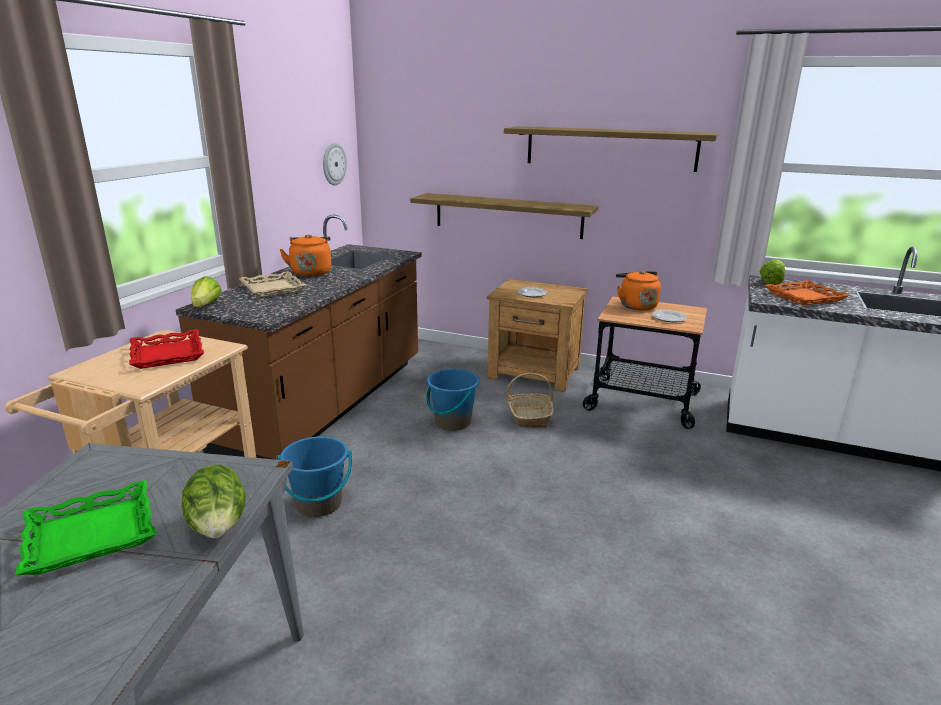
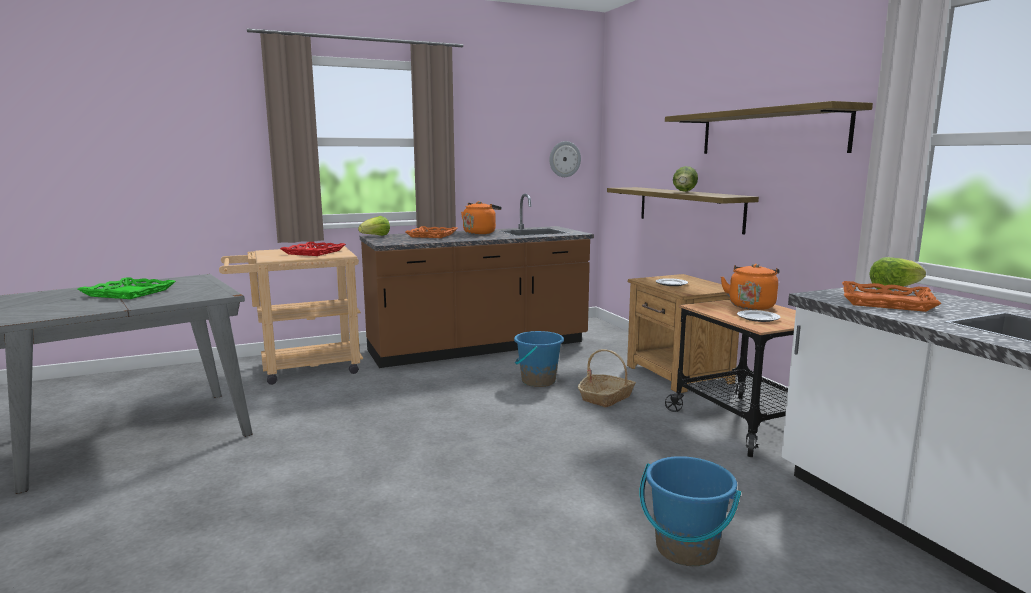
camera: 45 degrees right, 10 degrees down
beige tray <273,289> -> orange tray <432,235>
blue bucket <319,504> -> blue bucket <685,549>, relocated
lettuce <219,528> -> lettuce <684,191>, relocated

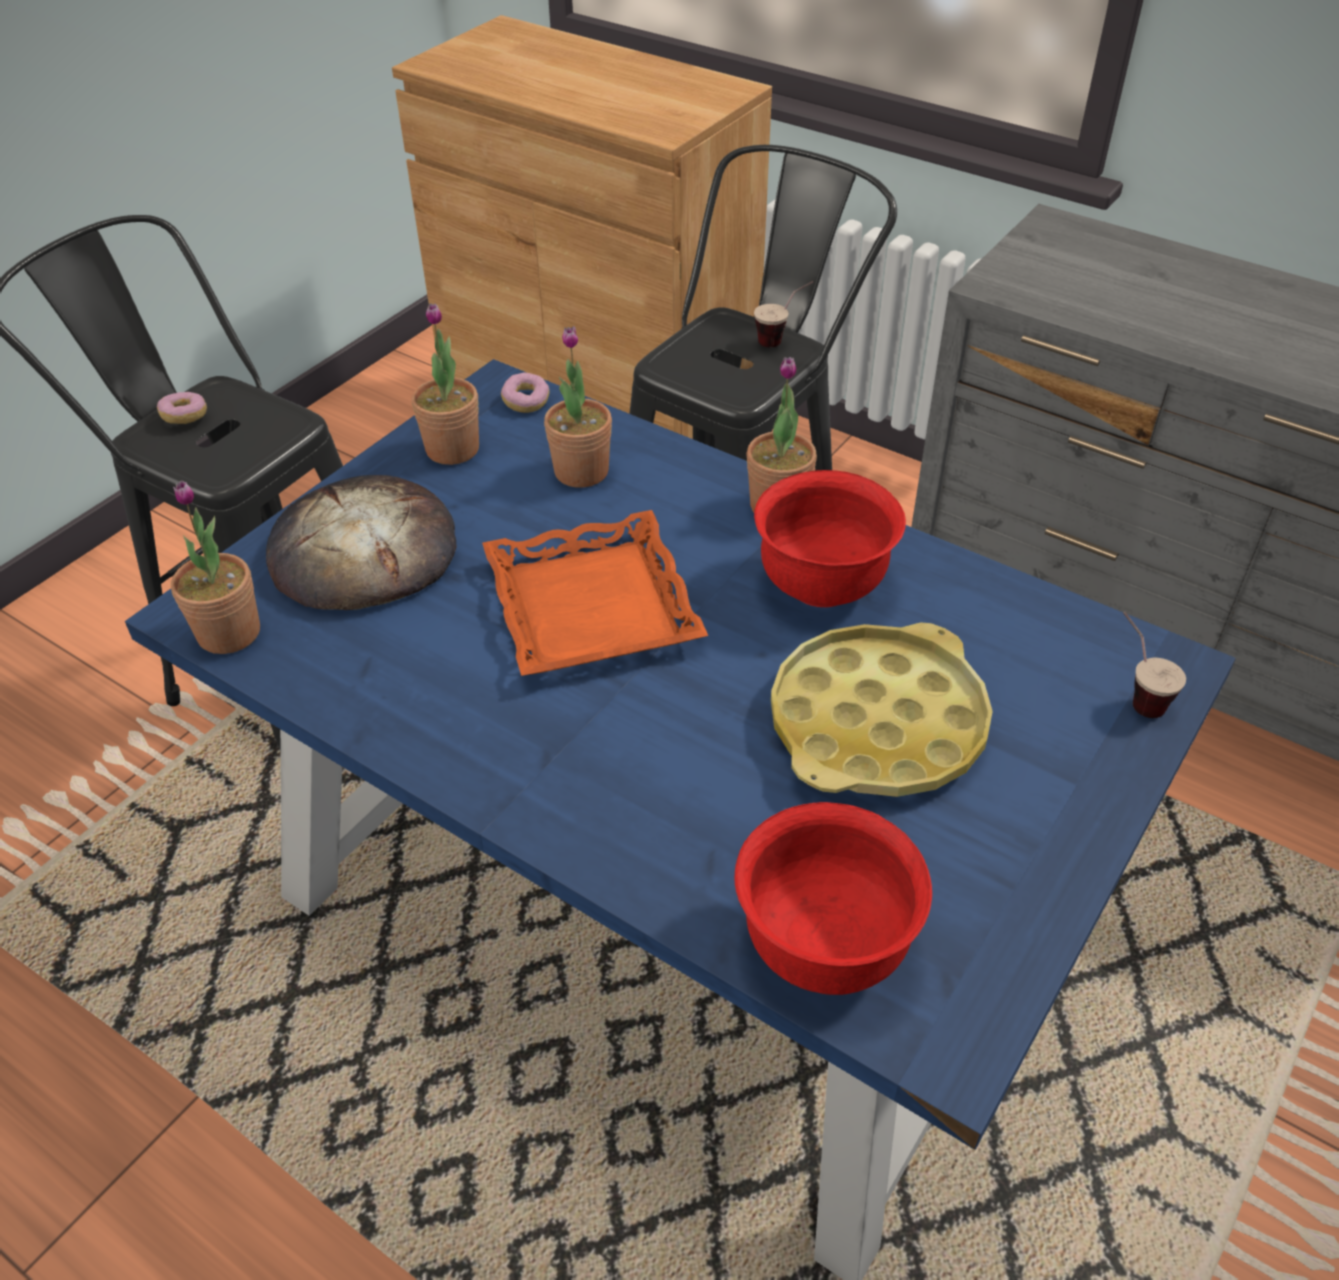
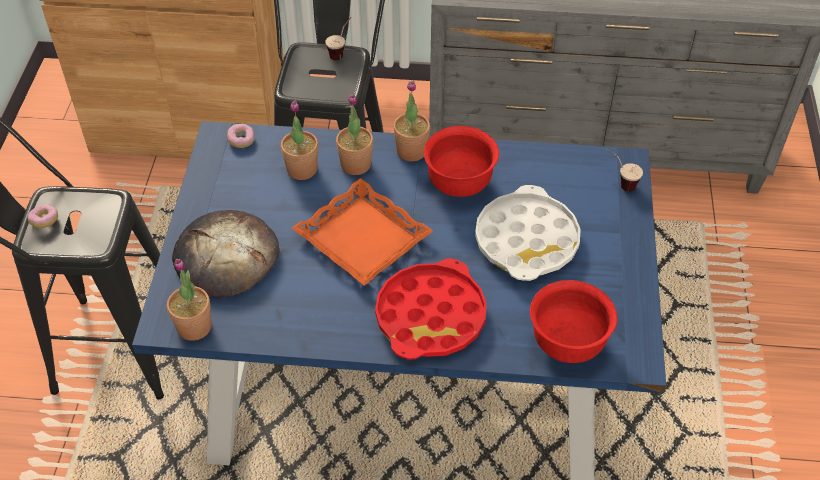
camera: 30 degrees left, 5 degrees up
potted plant <452,449> -> potted plant <355,164>, relocated
yellow tray <877,723> -> white tray <526,240>
none -> red tray <431,316>

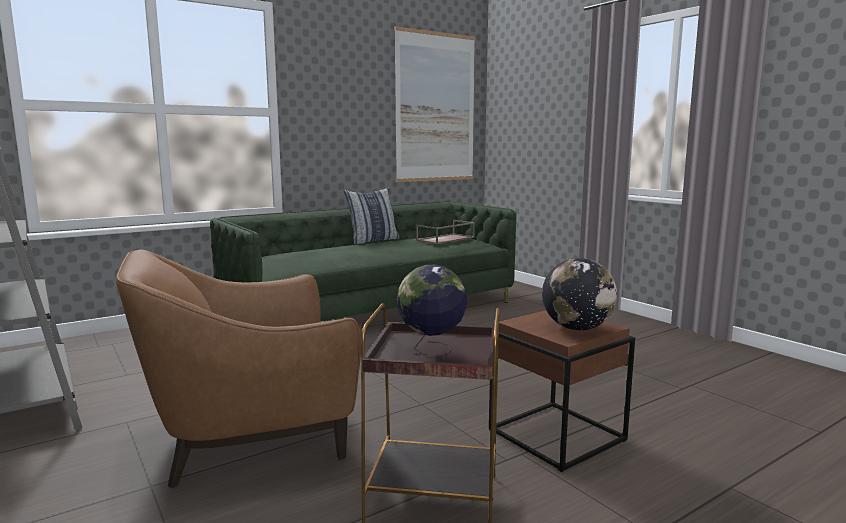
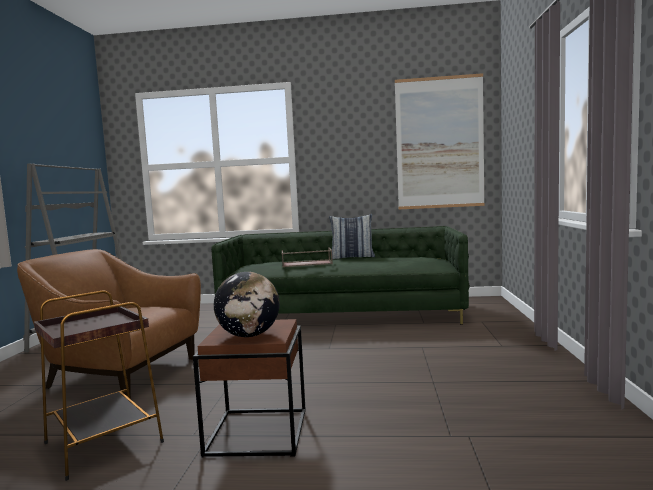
camera: 40 degrees right, 5 degrees down
brown tray <445,239> -> brown tray <306,263>, relocated
globe <431,352> -> none

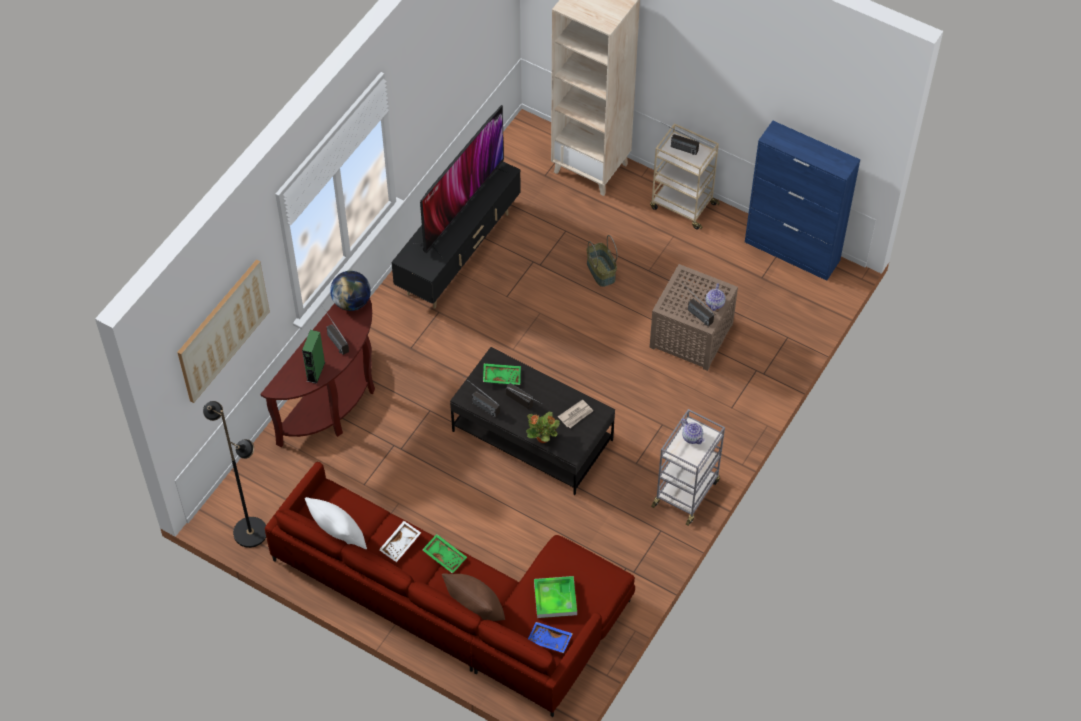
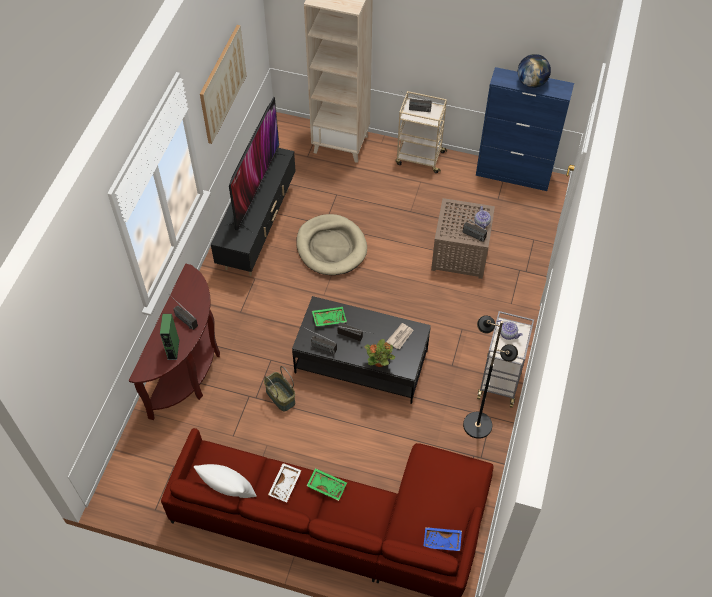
camera: 15 degrees left, 0 degrees up
basket <600,271> -> basket <280,396>, relocated
picture <223,330> -> picture <222,84>, relocated
globe <352,302> -> globe <531,83>, relocated
black floor lamp <250,532> -> black floor lamp <477,424>, relocated
brown pillow <475,608> -> none
tray <555,598> -> none
none -> beige dog bed <331,247>

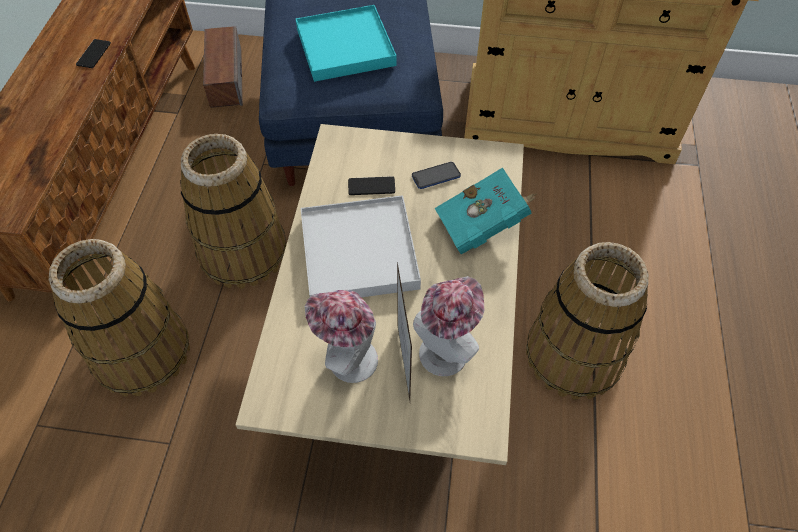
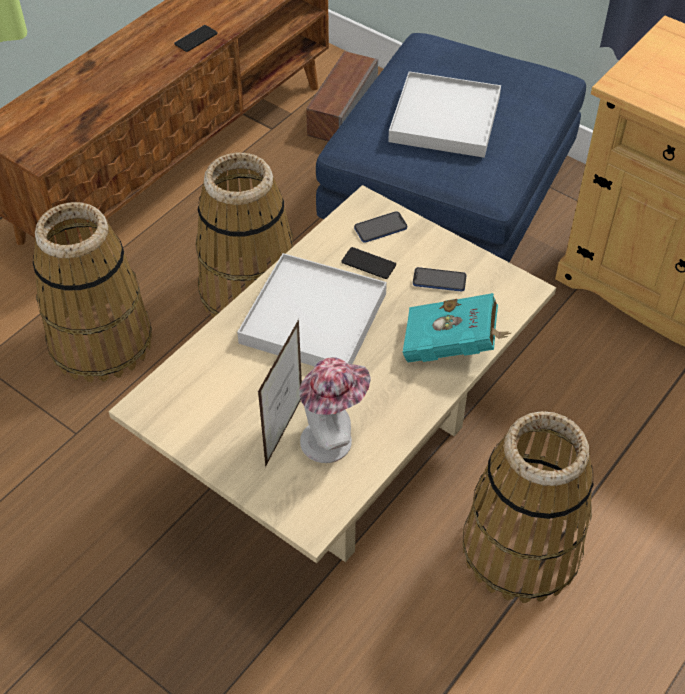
camera: 30 degrees right, 5 degrees down
turquoise tray <345,47> -> white tray <445,119>
hat <347,358> -> none
none -> phone <380,228>

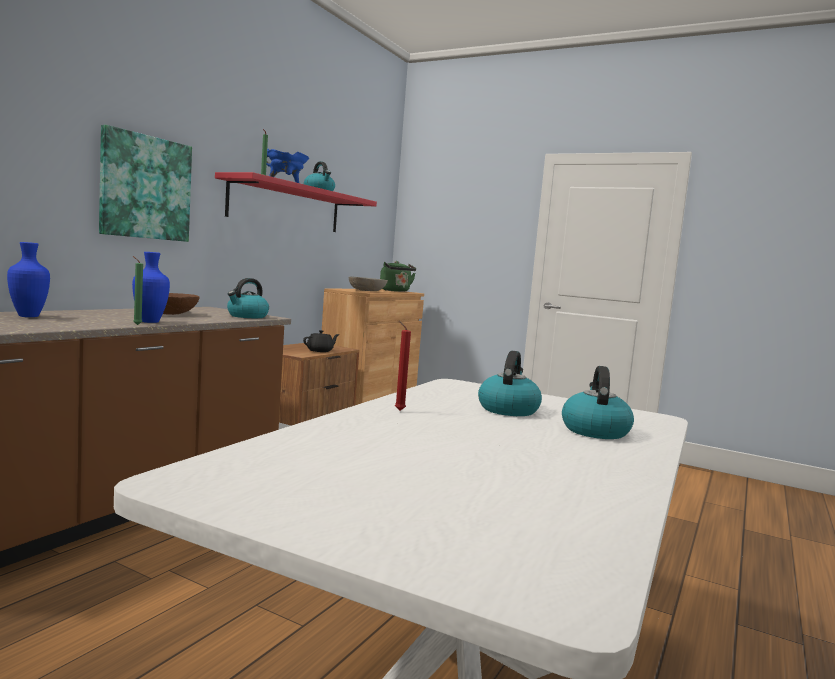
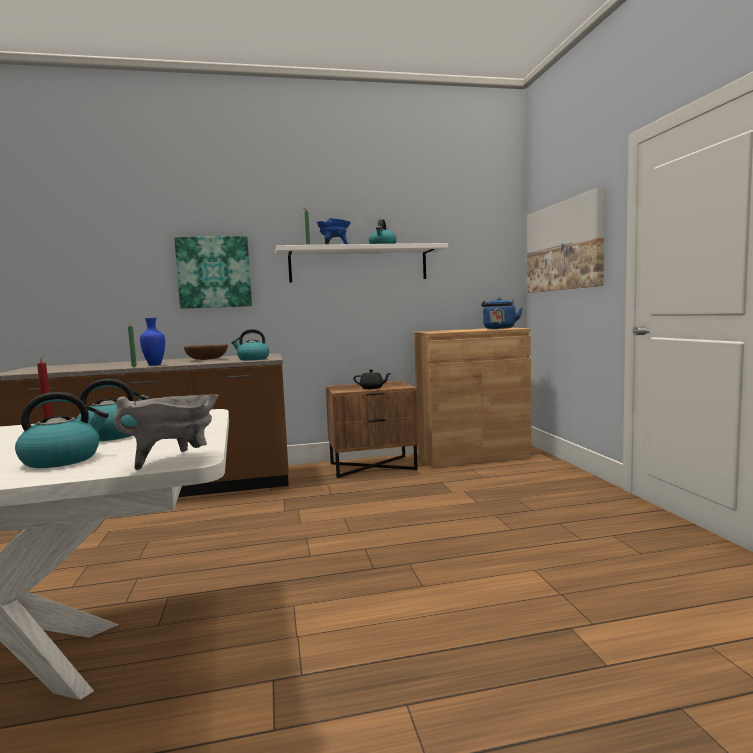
camera: 50 degrees right, 0 degrees up
red shelf <287,206> -> white shelf <358,264>
blue vase <29,316> -> none
green kettle <396,291> -> blue kettle <499,328>
grey bowl <367,291> -> none
none -> picture <564,246>
none -> grey cooking pot <176,461>

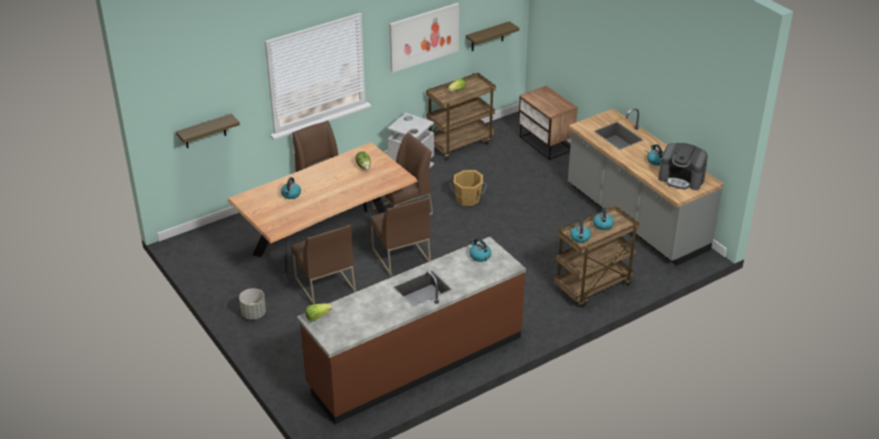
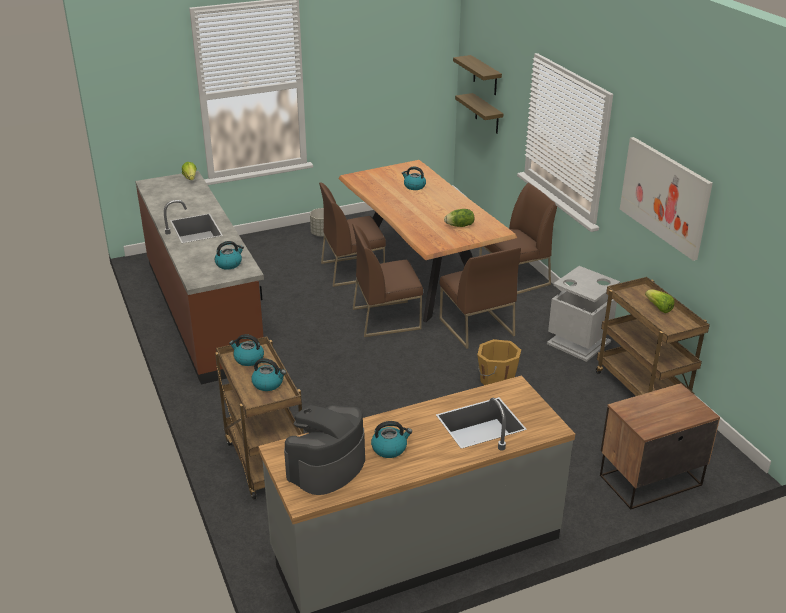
camera: 100 degrees right, 5 degrees down
shelf <487,37> -> shelf <485,76>, relocated

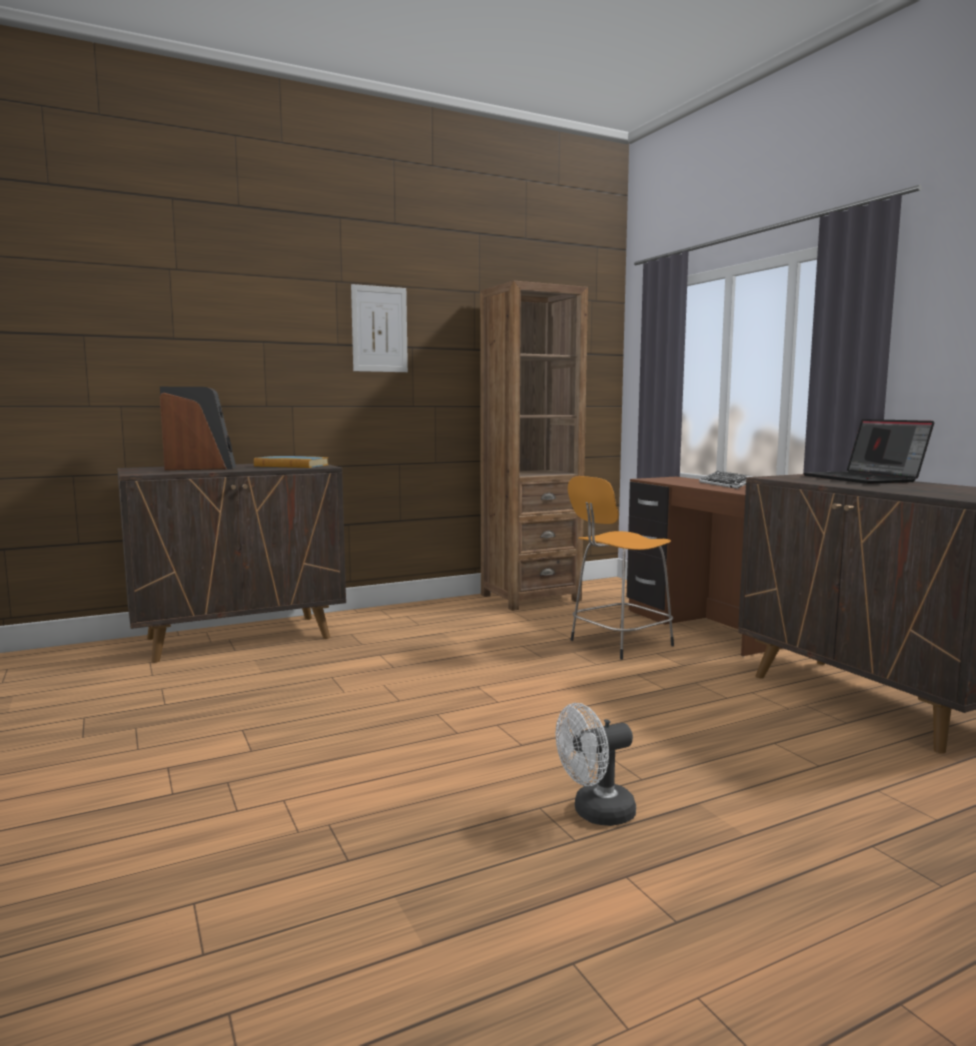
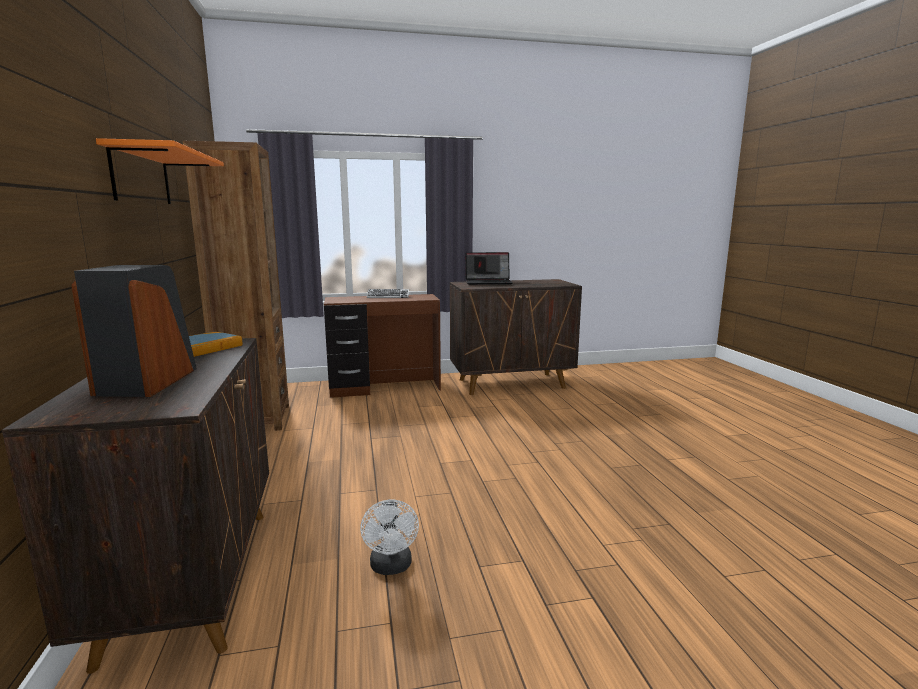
camera: 75 degrees left, 5 degrees up
picture <379,329> -> orange shelf <141,177>
orange stool <618,643> -> none
white fan <595,813> -> white fan <391,567>, relocated

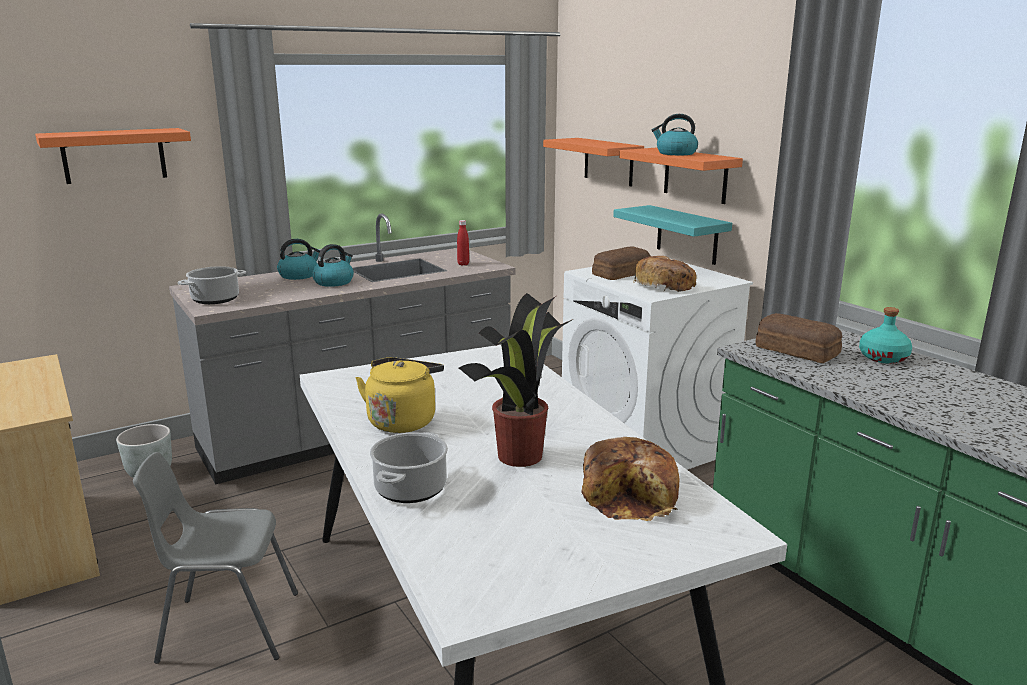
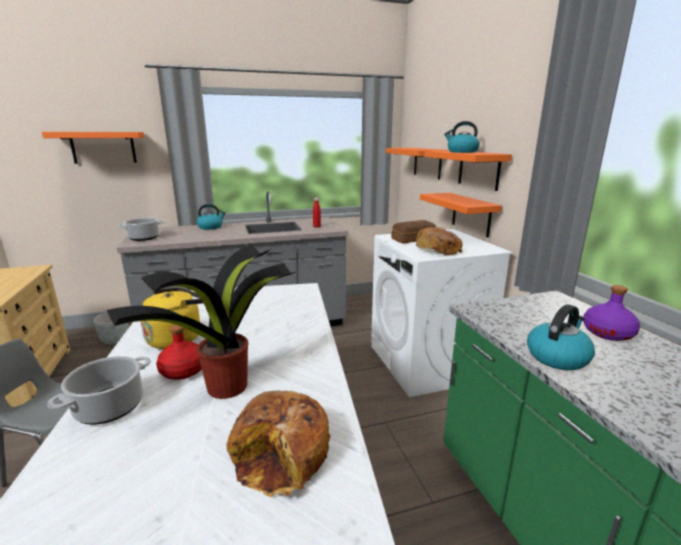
camera: 15 degrees right, 0 degrees up
turquoise shelf <687,235> -> orange shelf <471,214>
kettle <334,282> -> kettle <557,357>, relocated
turquoise bottle <883,357> -> purple bottle <608,333>
bread <796,350> -> none
none -> red bottle <183,371>

